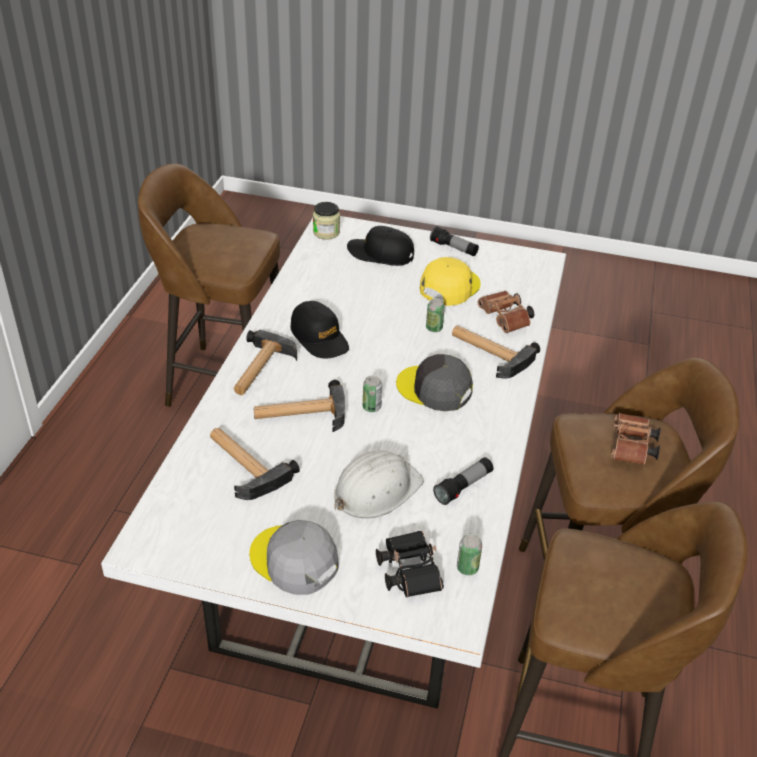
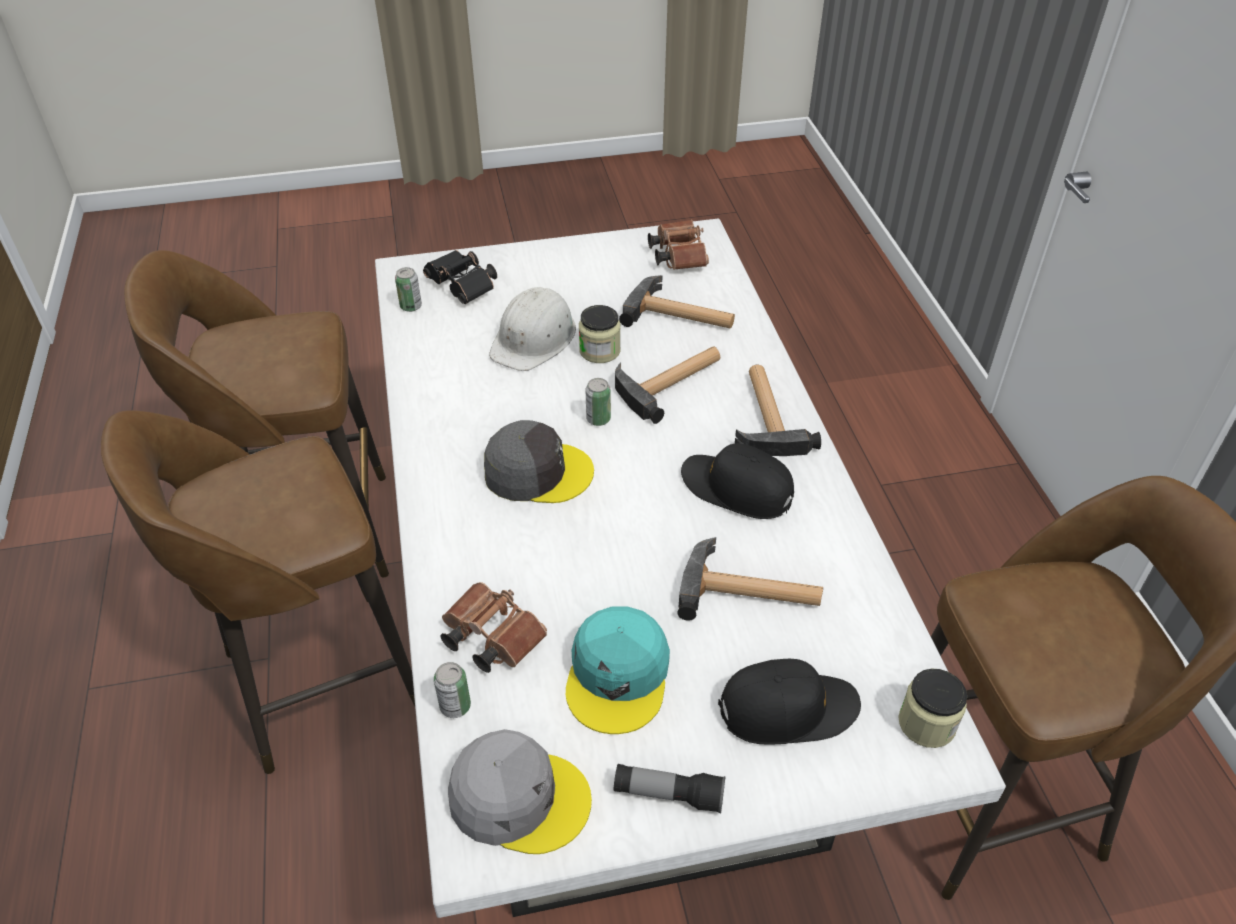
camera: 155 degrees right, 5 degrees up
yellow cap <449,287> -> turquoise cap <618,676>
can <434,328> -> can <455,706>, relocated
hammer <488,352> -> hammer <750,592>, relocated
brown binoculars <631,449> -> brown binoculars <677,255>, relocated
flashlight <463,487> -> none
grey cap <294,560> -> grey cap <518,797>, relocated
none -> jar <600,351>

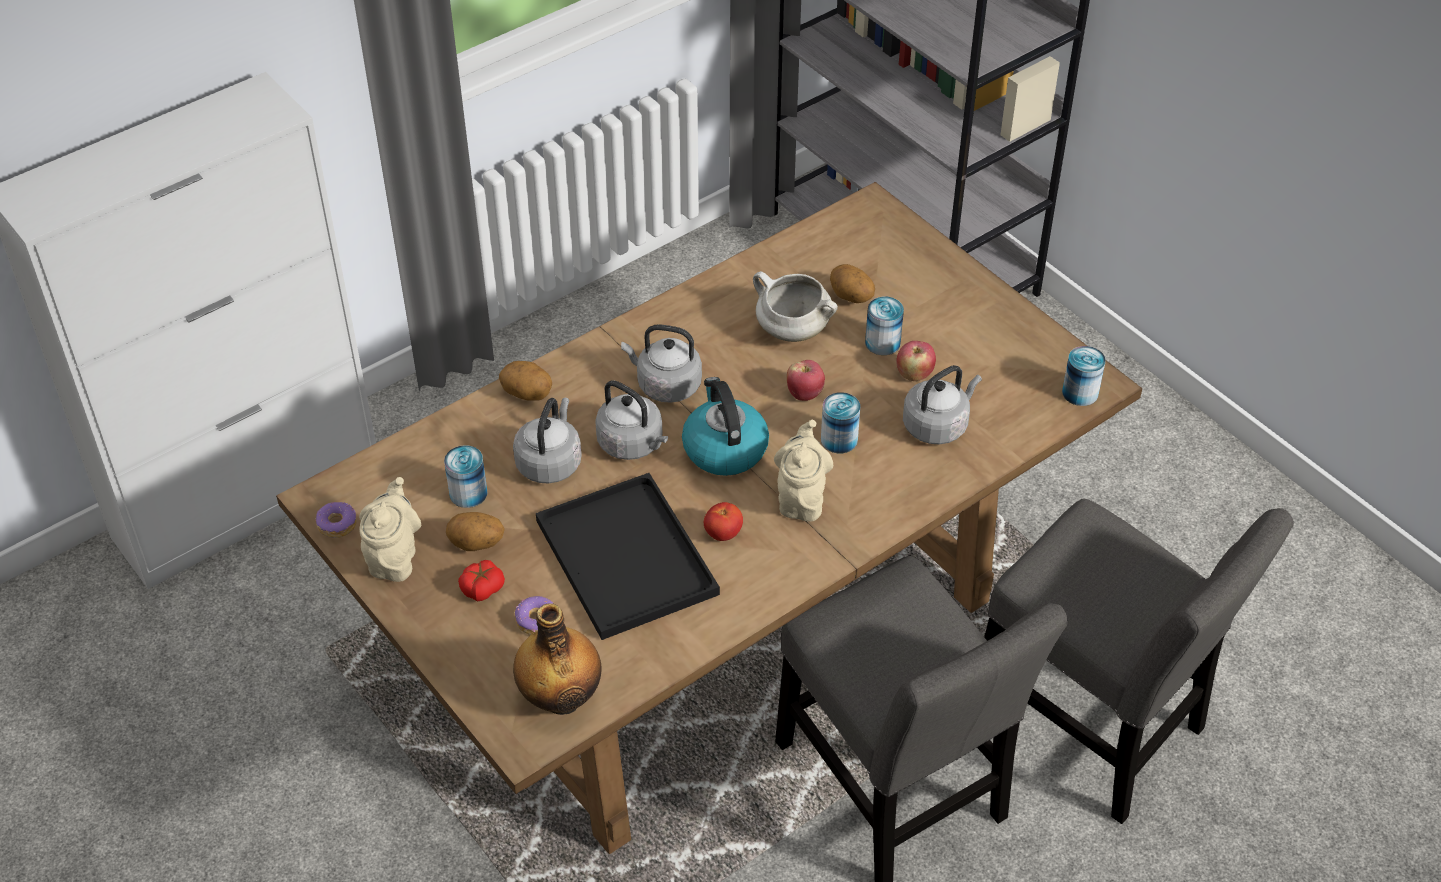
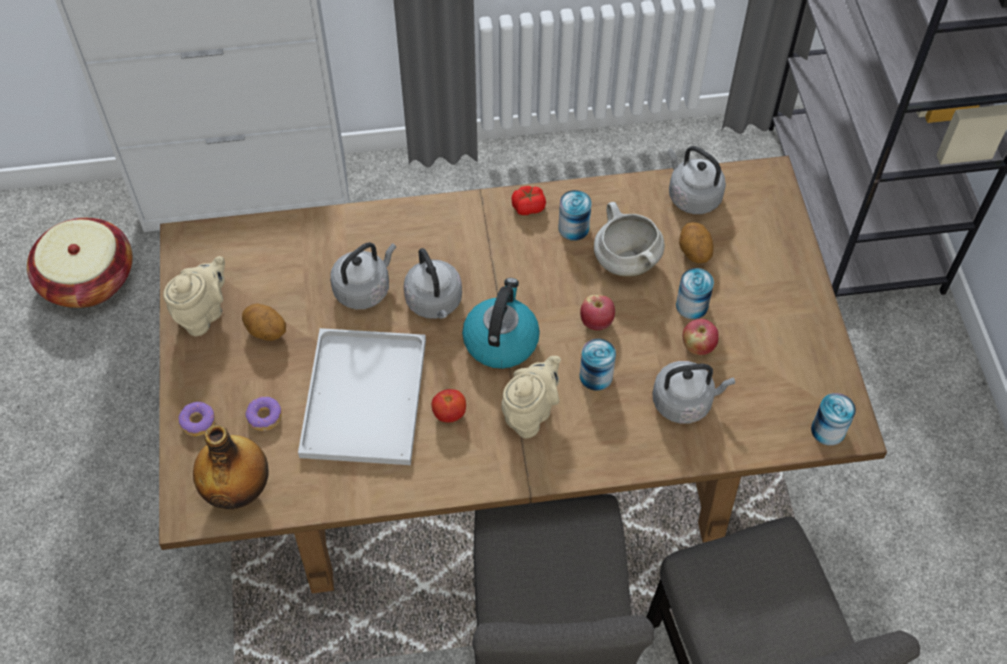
camera: 30 degrees right, 10 degrees up
grey kettle <665,385> -> grey kettle <692,196>, relocated
potato <527,393> -> none
can <468,493> -> can <573,228>, relocated
black tray <623,555> -> white tray <363,394>
donut <337,524> -> donut <198,422>, relocated
tomato <482,588> -> tomato <528,206>, relocated
none -> basket <88,279>

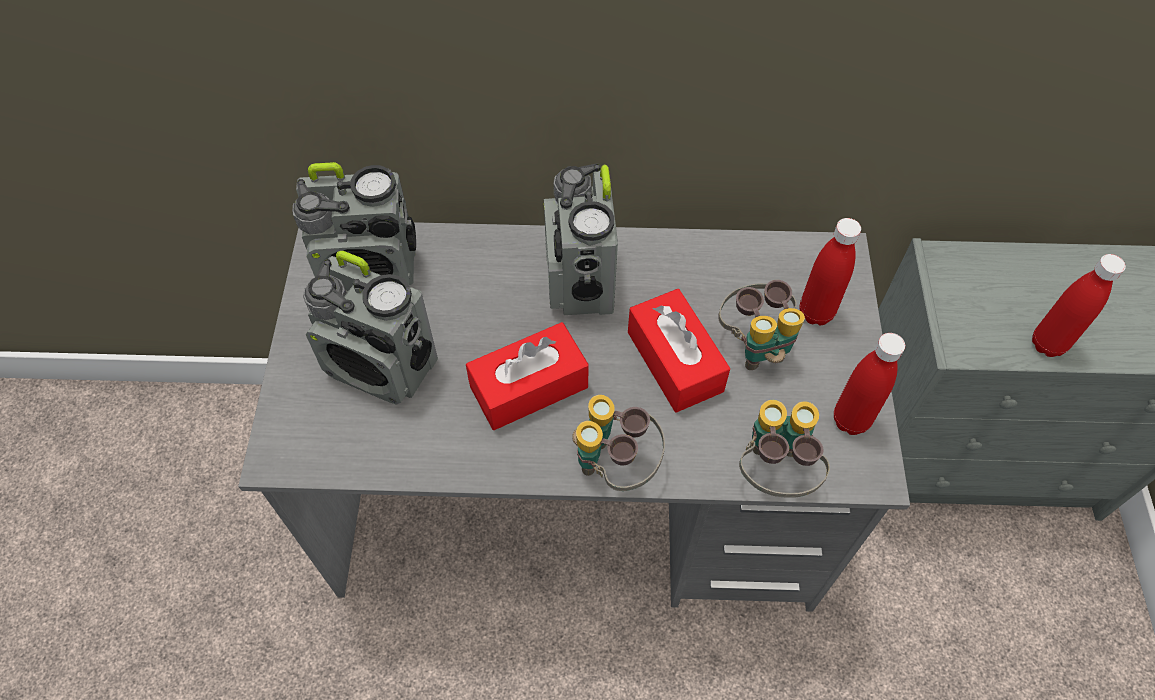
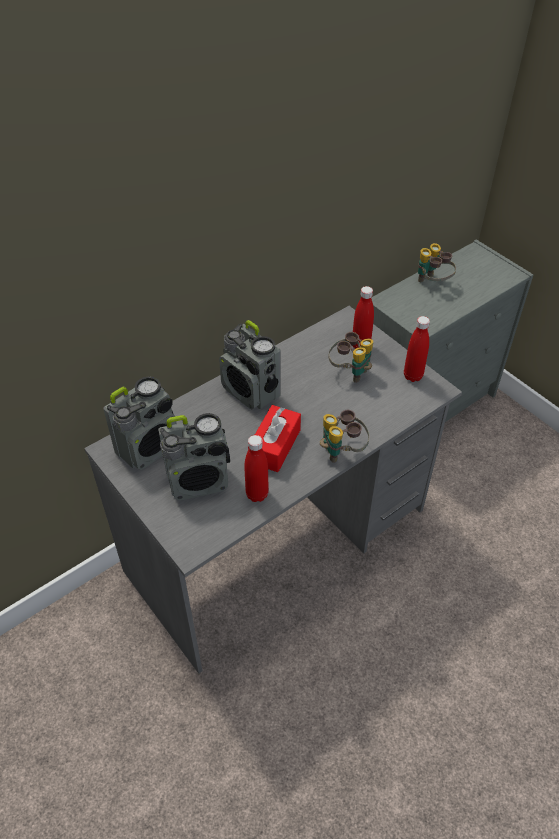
camera: 40 degrees left, 10 degrees down
red bottle <1048,344> -> red bottle <257,494>, relocated
red tissue box <675,361> -> none
binoculars <775,471> -> binoculars <432,283>, relocated

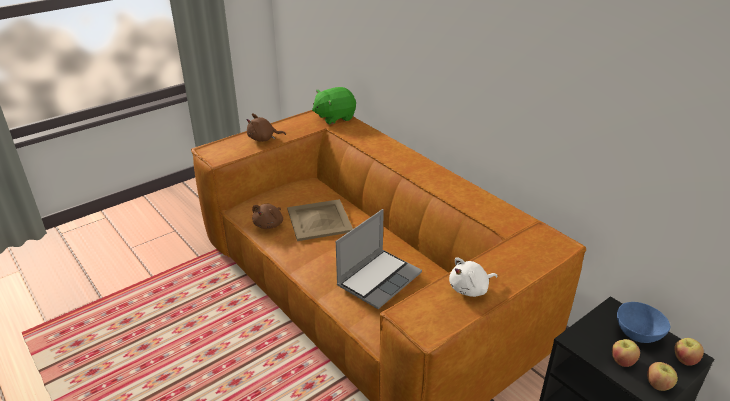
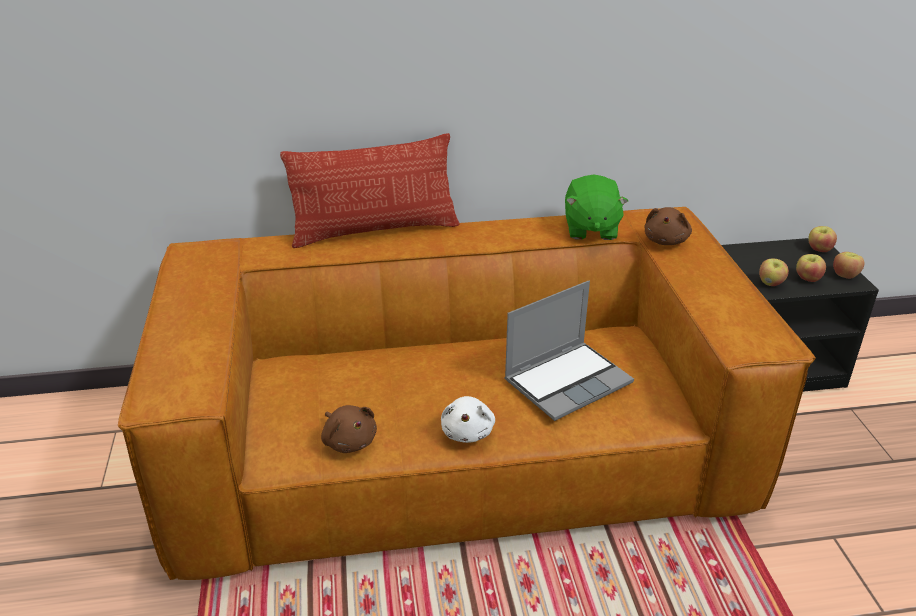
camera: 60 degrees left, 0 degrees up
green plush toy <334,117> -> green plush toy <590,229>, relocated
brown plush toy <263,139> -> brown plush toy <666,240>, relocated
beige tray <320,220> -> none
laptop <379,279> -> laptop <568,381>, 75 degrees clockwise
white plush toy <470,289> -> white plush toy <468,431>, relocated
blue bowl <637,335> -> none
none -> pillow <375,231>
none -> apple <771,283>

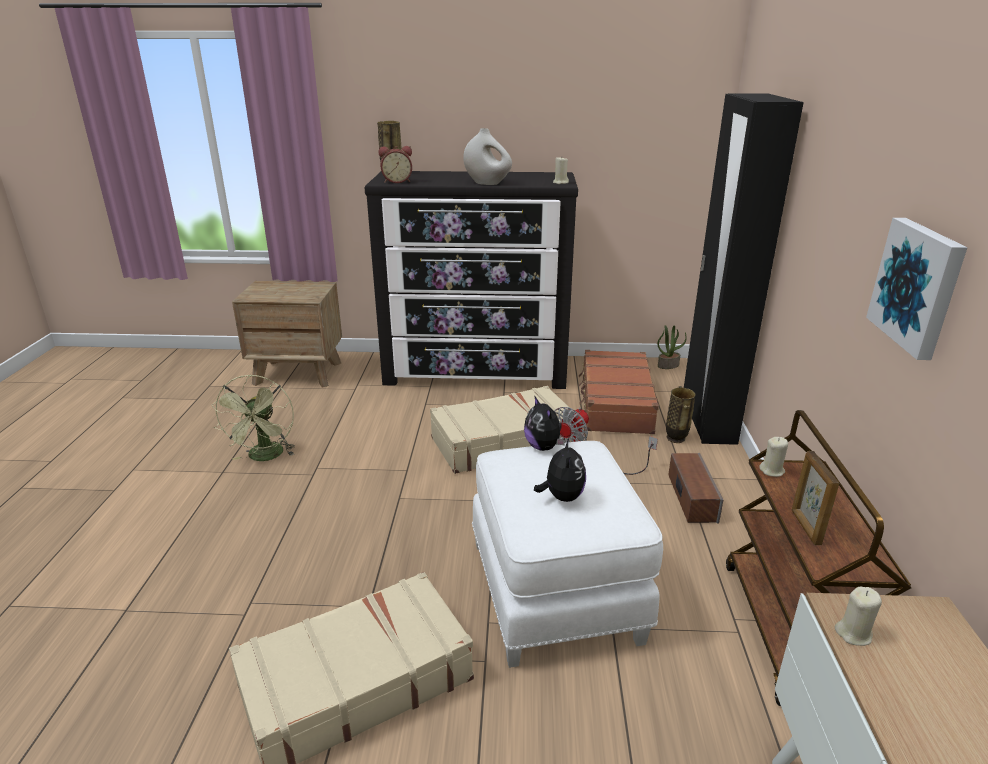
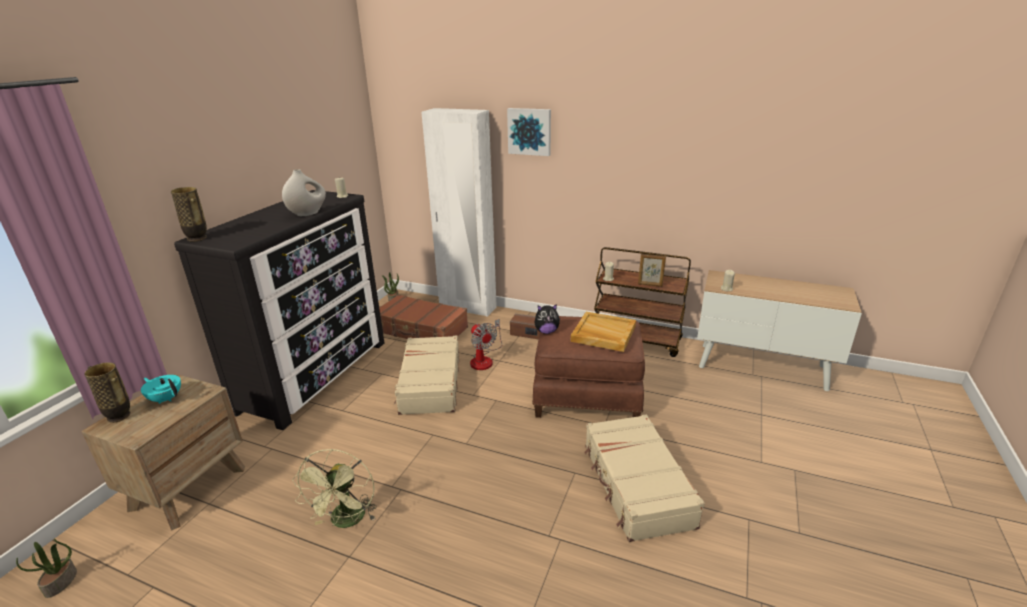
camera: 70 degrees left, 0 degrees up
black wardrobe <708,421> -> white wardrobe <467,308>
alarm clock <397,181> -> none
picture <918,286> -> picture <529,131>, relocated
green fan <265,457> -> green fan <346,521>, 75 degrees clockwise
vase <676,438> -> vase <119,416>, relocated
plush toy <562,496> -> beige tray <603,334>
white ottoman <557,589> -> brown ottoman <587,396>
none -> turquoise teapot <166,398>
none -> potted plant <61,583>

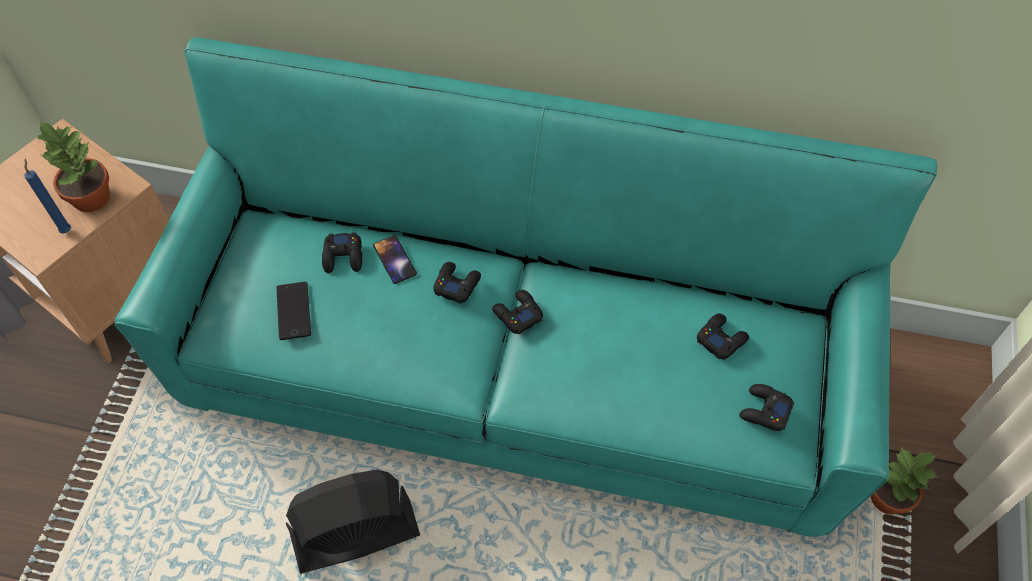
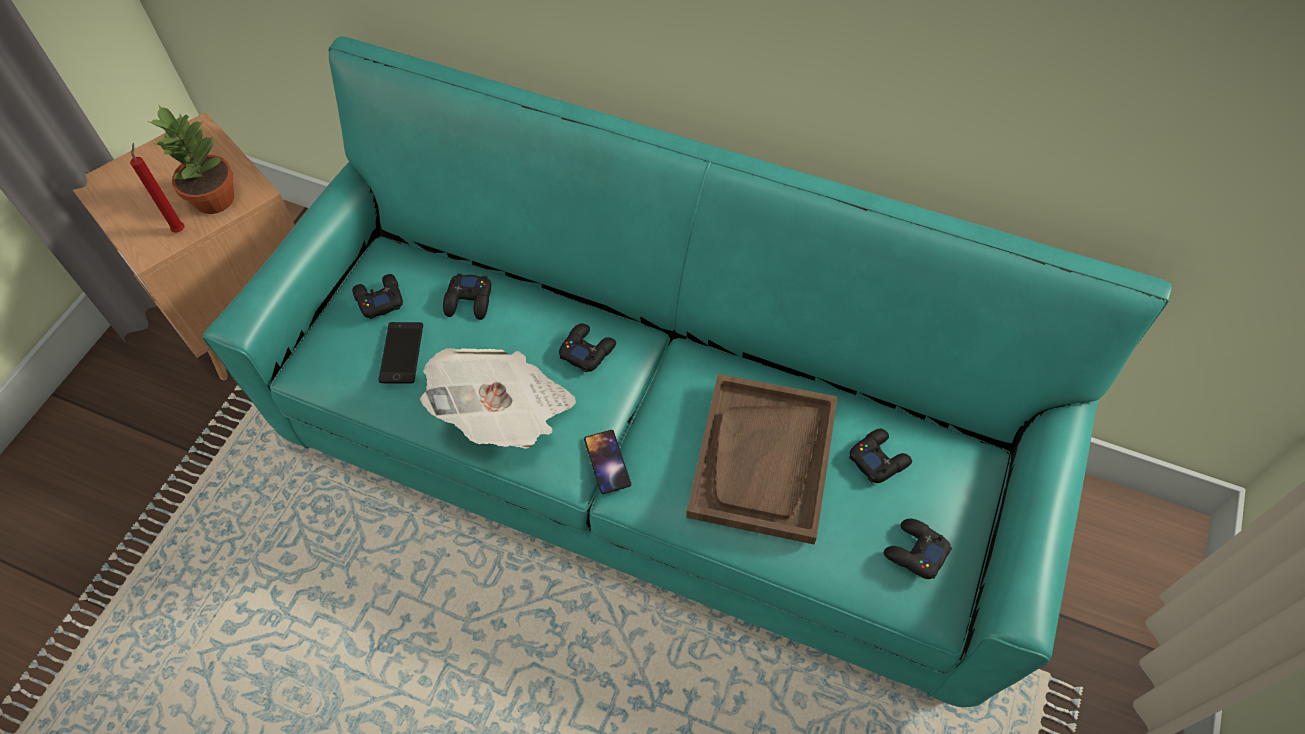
camera: 10 degrees right, 0 degrees up
blue candle <66,229> -> red candle <180,229>
phone <394,260> -> phone <607,462>, relocated
black game controller <517,314> -> black game controller <379,299>, relocated
potted plant <886,497> -> none
black fan <355,537> -> none
none -> newspaper <505,413>
none -> brown tray <763,459>

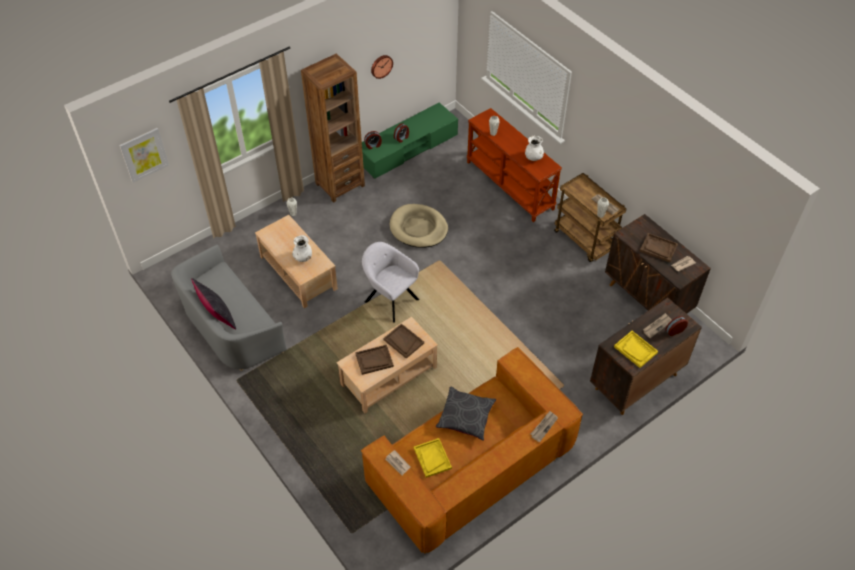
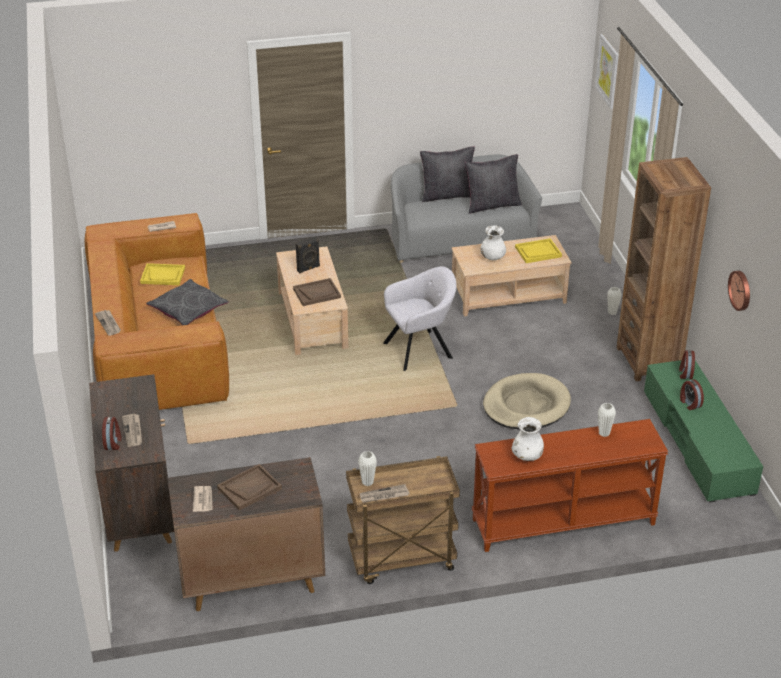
camera: 115 degrees right, 15 degrees down
yellow tray <635,350> -> yellow tray <538,252>, relocated
brown tray <374,360> -> black speaker <308,269>
none -> black pillow <492,205>

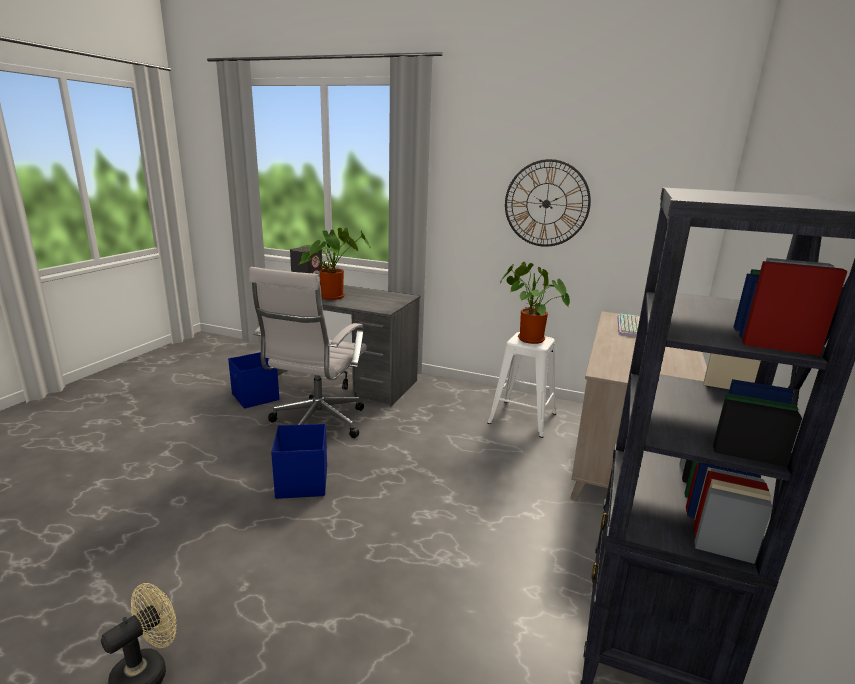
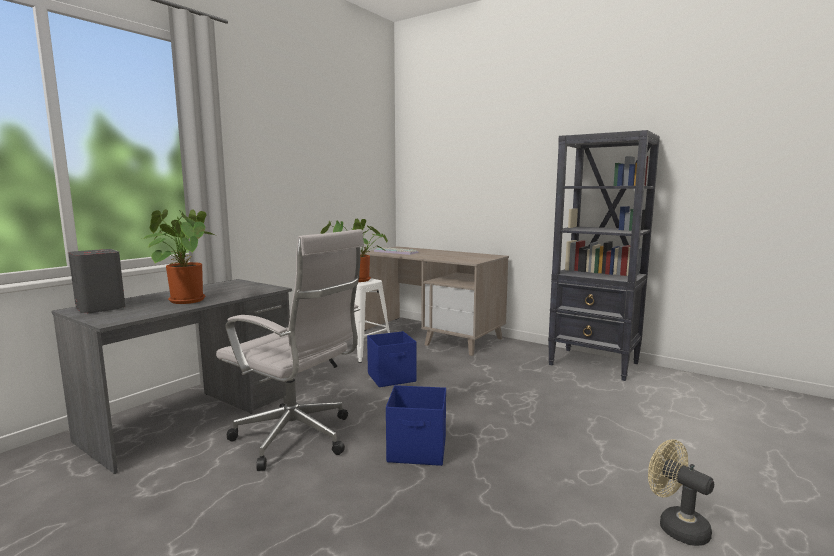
camera: 75 degrees left, 10 degrees down
wall clock <546,203> -> none
blue storage box <255,397> -> blue storage box <392,378>, relocated

